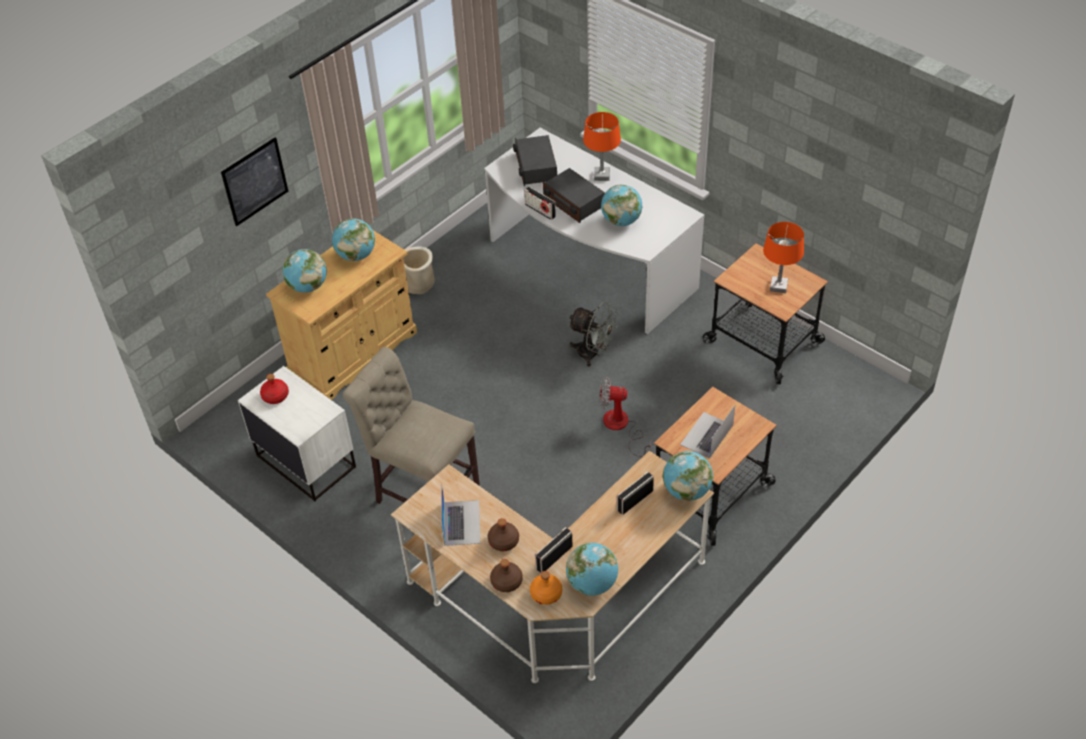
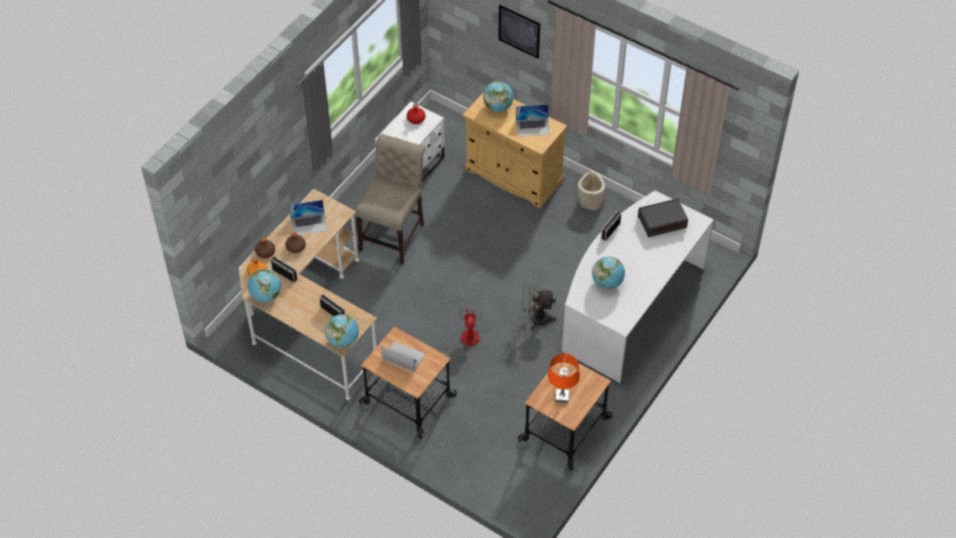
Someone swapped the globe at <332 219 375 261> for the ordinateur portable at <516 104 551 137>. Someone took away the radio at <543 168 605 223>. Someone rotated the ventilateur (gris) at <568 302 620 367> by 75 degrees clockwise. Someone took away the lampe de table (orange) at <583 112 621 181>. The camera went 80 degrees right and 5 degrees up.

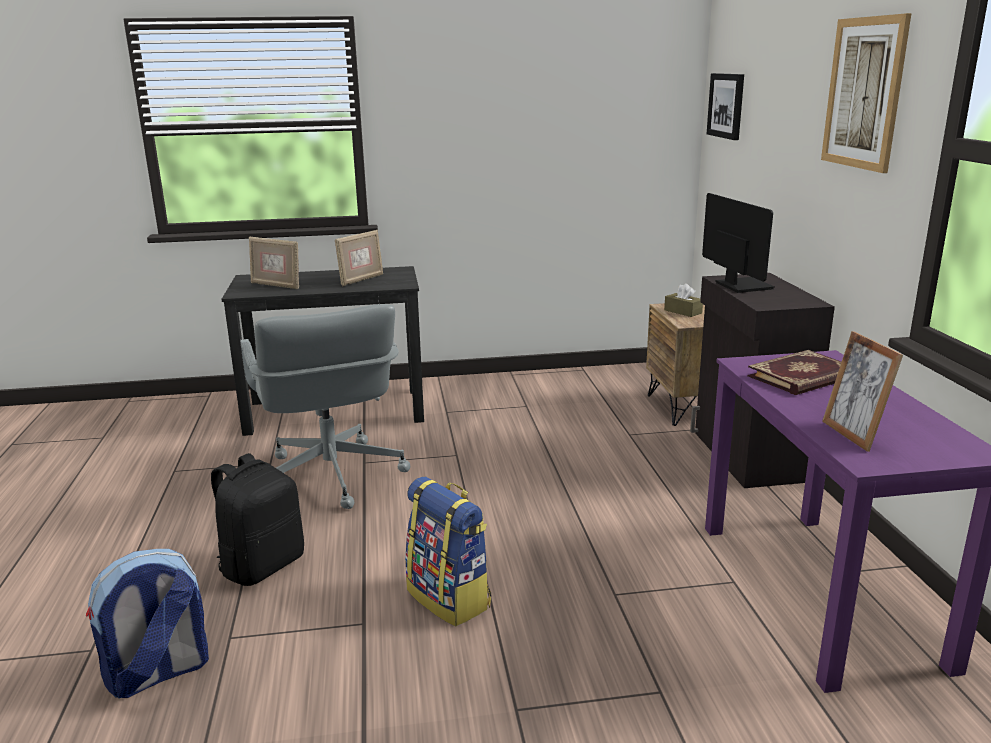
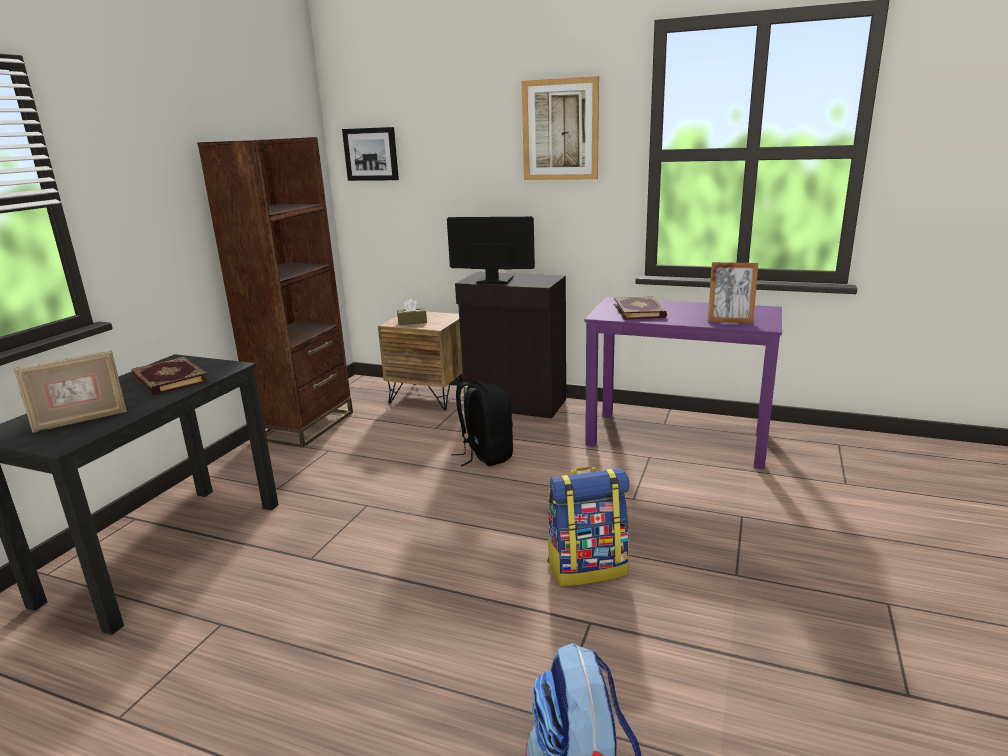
Someone carried the sac à dos (noir) from <211 453 304 586> to <451 381 513 466>. Someone took away the chaise de bureau (gris) at <240 304 410 509>. Someone swapped the cadre photo at <335 230 383 286> for the livre at <131 357 209 395>. Someone put down the bibliothèque (marron) at <197 137 353 448>. The camera went 60 degrees left and 0 degrees up.

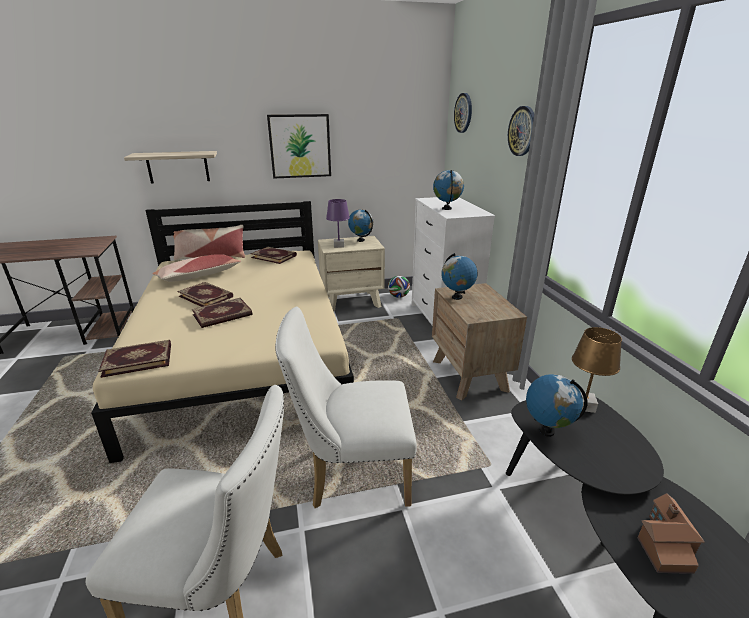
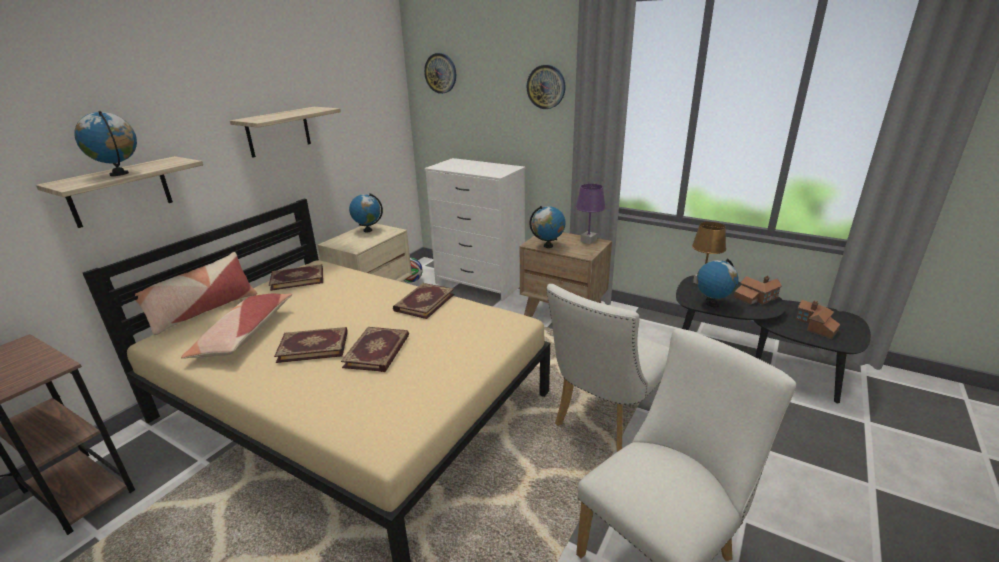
Someone carried the livre from <98 340 171 378> to <393 283 454 319>. Someone swapped the tableau at <267 114 331 179> for the étagère at <230 107 341 158>. Someone carried the lampe de table (violet) from <326 199 350 248> to <576 184 606 244>. Someone carried the globe from <433 170 464 210> to <74 111 137 176>. Someone put down the maison miniature at <734 276 782 305>. The camera went 45 degrees left and 0 degrees up.

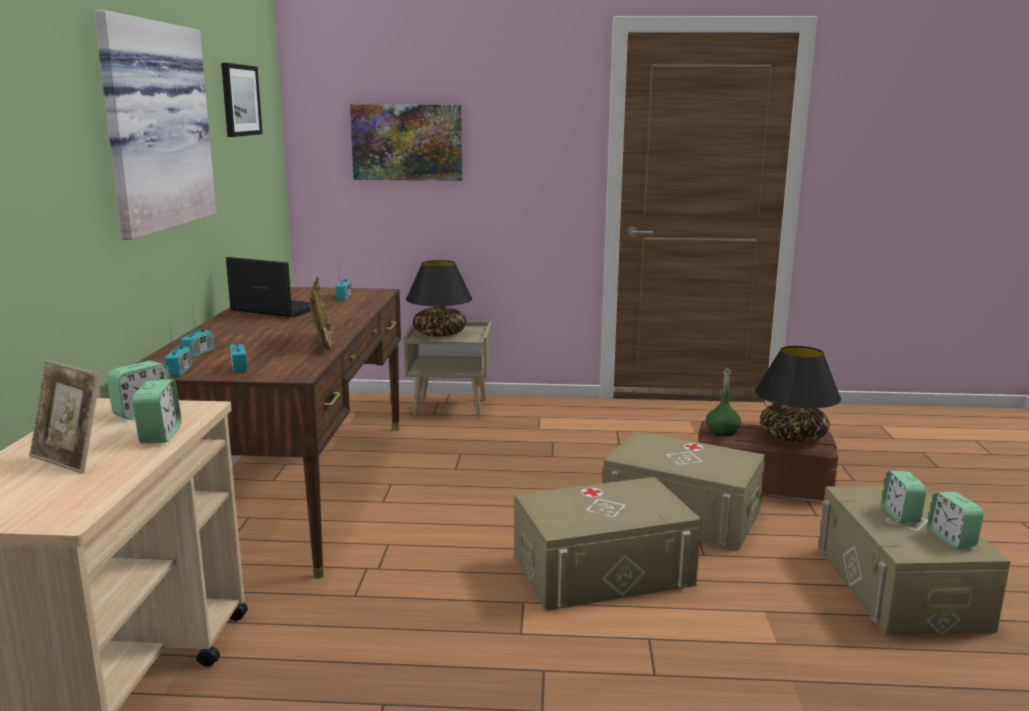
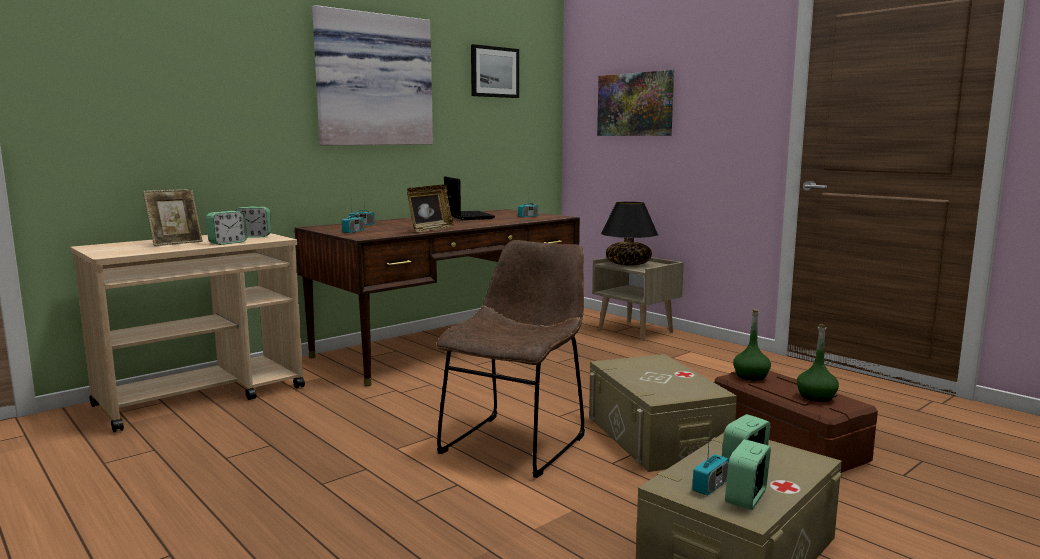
Someone rotated the cadre photo at <29 360 100 474> by 120 degrees counterclockwise. Someone carried the radio from <165 320 192 376> to <692 427 729 496>. Someone swapped the boîte de rangement (beige) at <514 477 701 611> for the chaise (marron) at <436 240 585 478>. Someone swapped the lampe de table (noir) at <755 346 841 442> for the bouteille (vert) at <797 324 839 402>. The camera went 45 degrees right and 5 degrees down.

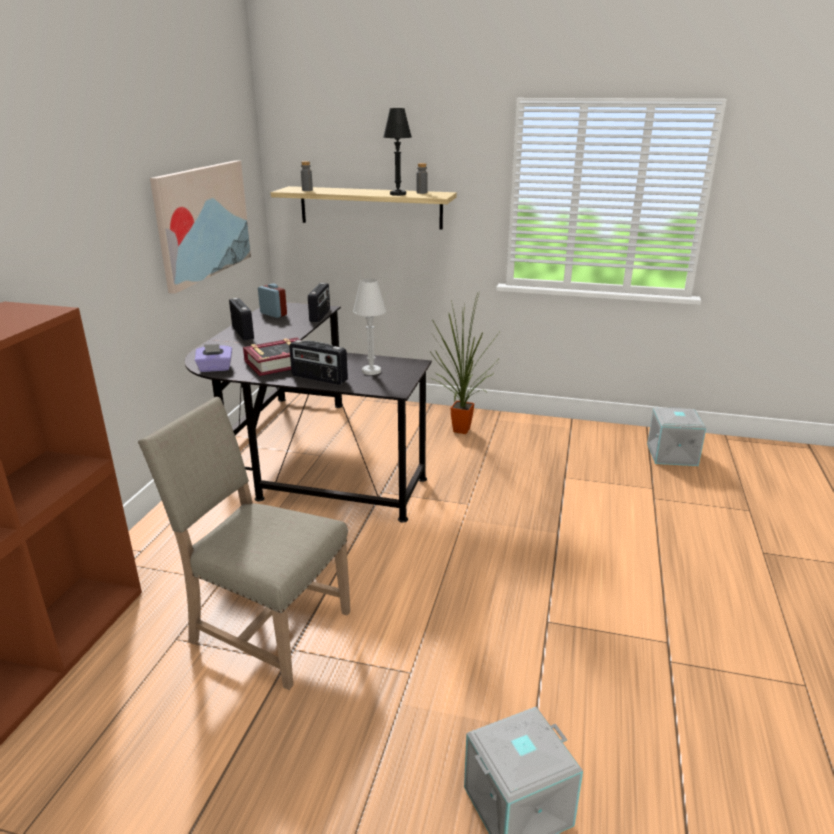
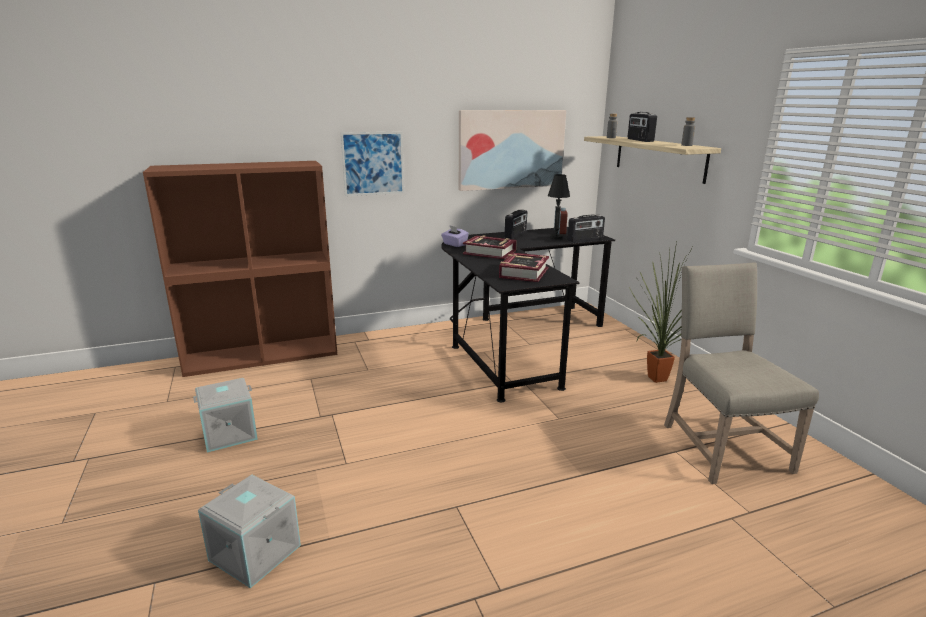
Someone carried the chaise (beige) from <138 397 351 690> to <664 262 819 484>. Someone carried the radio from <289 340 348 385> to <628 112 657 142>. Someone swapped the lampe de table (blanc) at <353 278 386 375> for the livre at <499 253 549 282>. Someone carried the lampe de table (noir) from <383 108 412 196> to <548 174 570 239>. Someone carried the boîte de rangement (gris) from <647 407 706 466> to <193 378 258 453>. Someone put up the tableau at <341 131 404 196>. The camera went 55 degrees right and 5 degrees down.

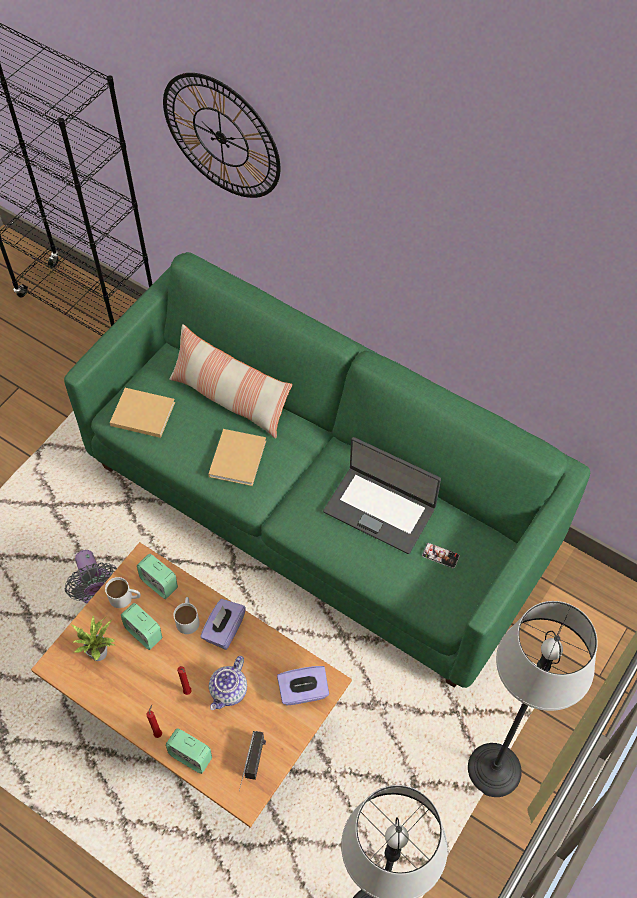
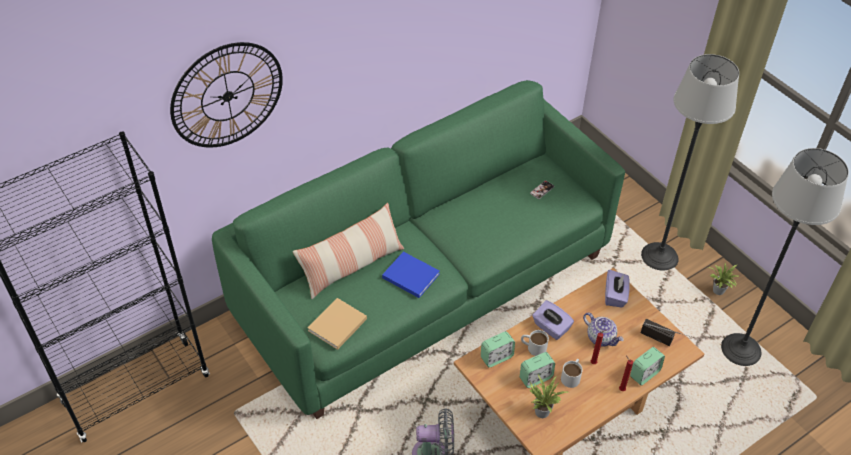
Someone carried the mug (blanc) from <105 577 141 608> to <561 359 583 388>. Someone repainted the livre (beige) at <209 429 266 486>, which became the livre (bleu) at <382 252 440 298>. Someone took away the ordinateur portable at <323 437 441 554>. Someone put down the plante en pot at <708 263 740 295>. The camera went 70 degrees left and 10 degrees down.

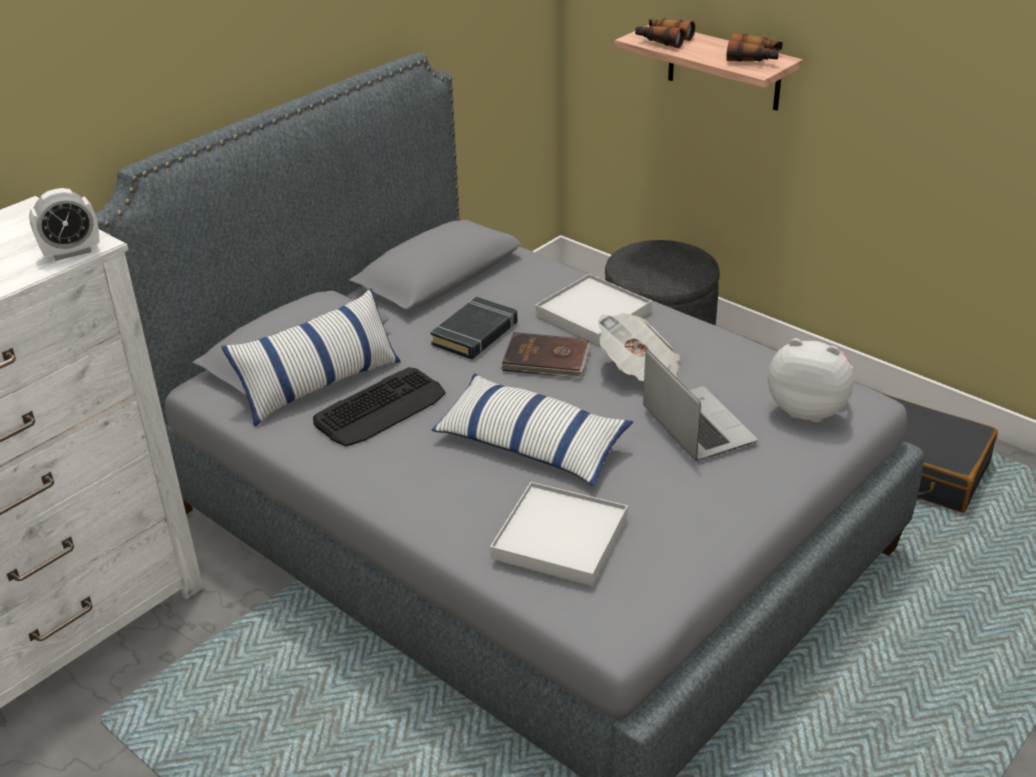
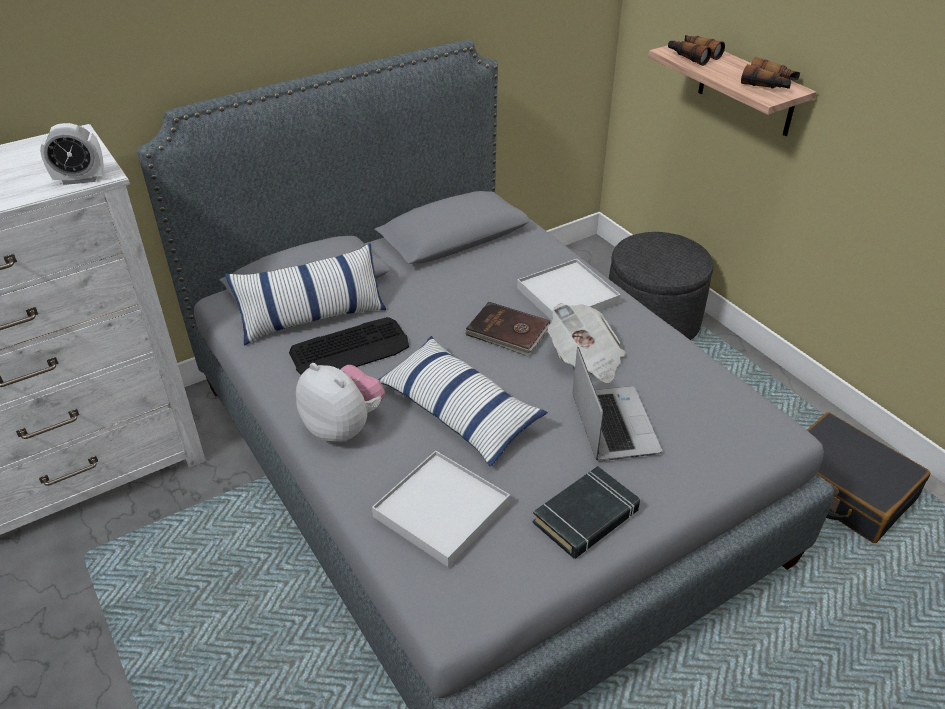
Someone carried the livre (noir) from <430 297 518 359> to <533 466 640 559>. Someone carried the peluche from <768 338 854 423> to <296 363 385 443>. The camera went 15 degrees right and 5 degrees up.

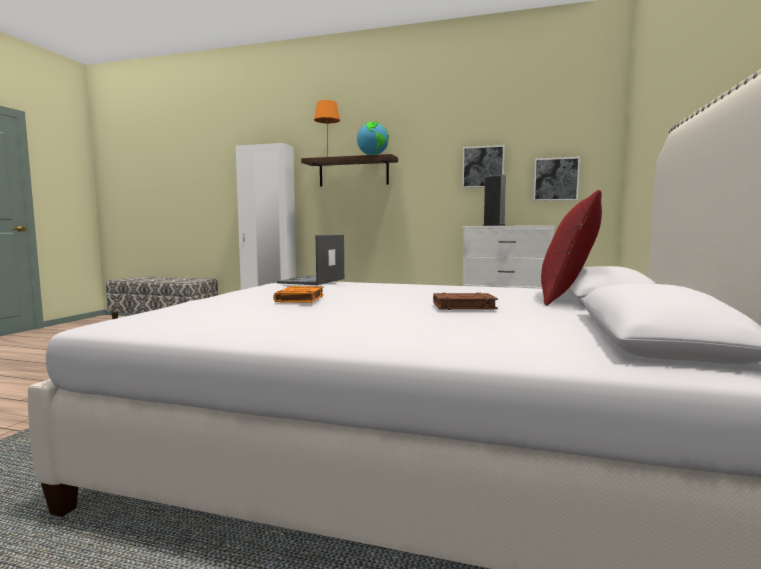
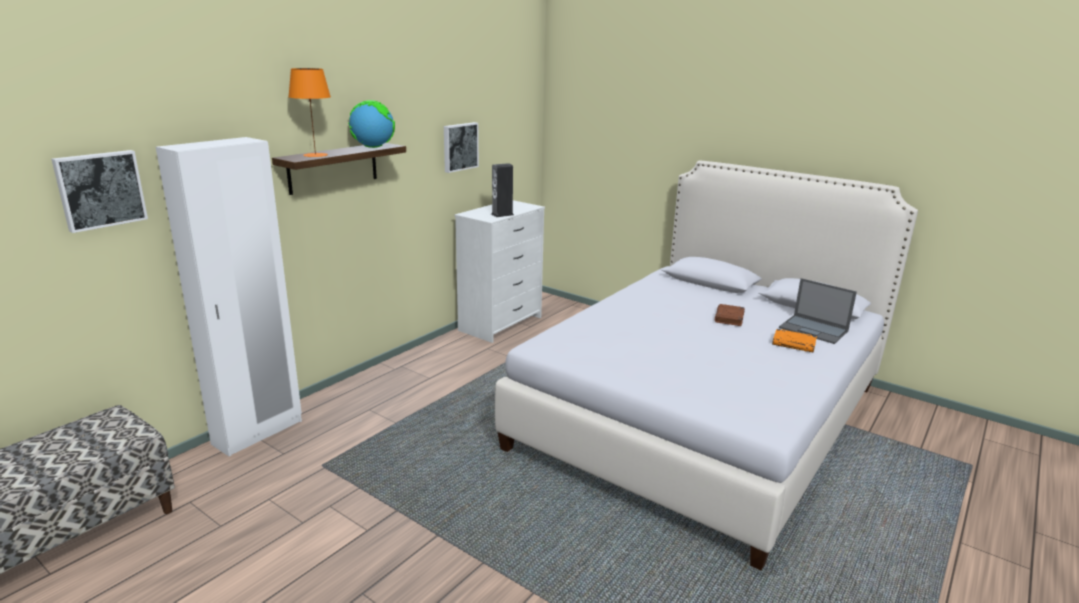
Someone carried the livre (orange) from <273 286 324 303> to <772 329 817 353>. Someone carried the ordinateur portable from <277 235 344 285> to <779 278 857 344>. Someone carried the tableau from <533 157 580 201> to <51 150 148 233>. Someone took away the coussin (rouge) at <541 190 602 305>. The camera went 70 degrees left and 15 degrees up.

